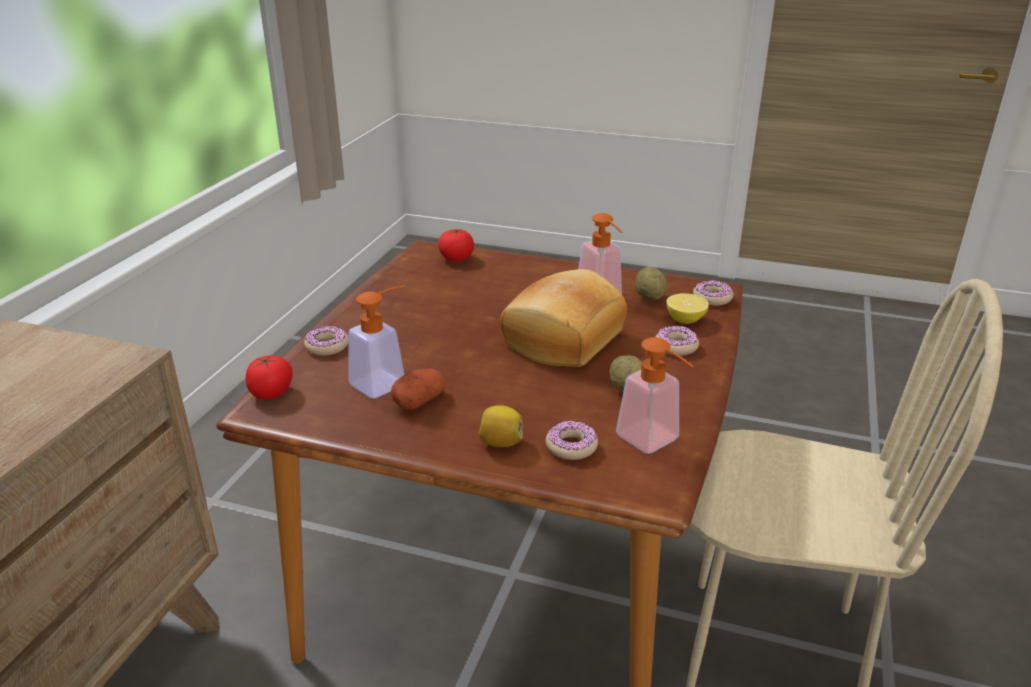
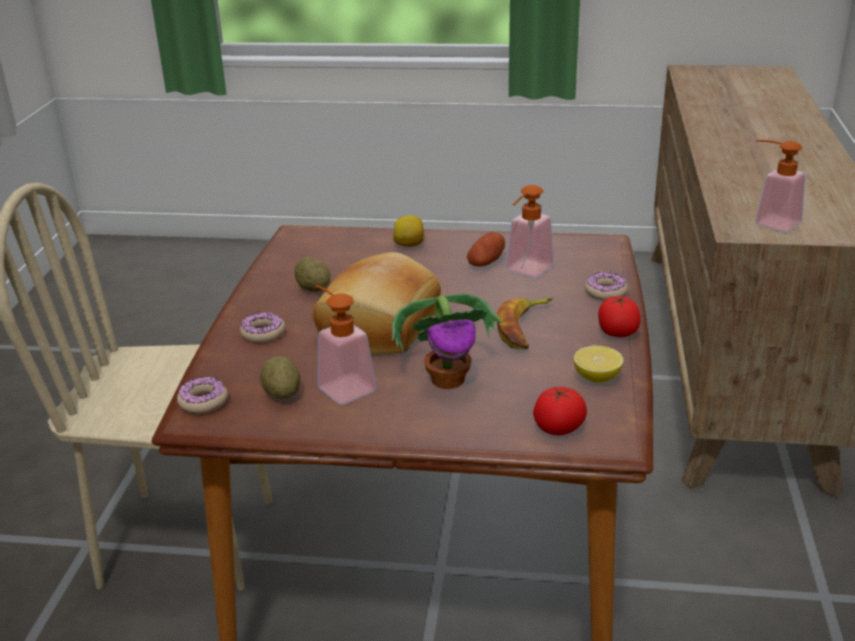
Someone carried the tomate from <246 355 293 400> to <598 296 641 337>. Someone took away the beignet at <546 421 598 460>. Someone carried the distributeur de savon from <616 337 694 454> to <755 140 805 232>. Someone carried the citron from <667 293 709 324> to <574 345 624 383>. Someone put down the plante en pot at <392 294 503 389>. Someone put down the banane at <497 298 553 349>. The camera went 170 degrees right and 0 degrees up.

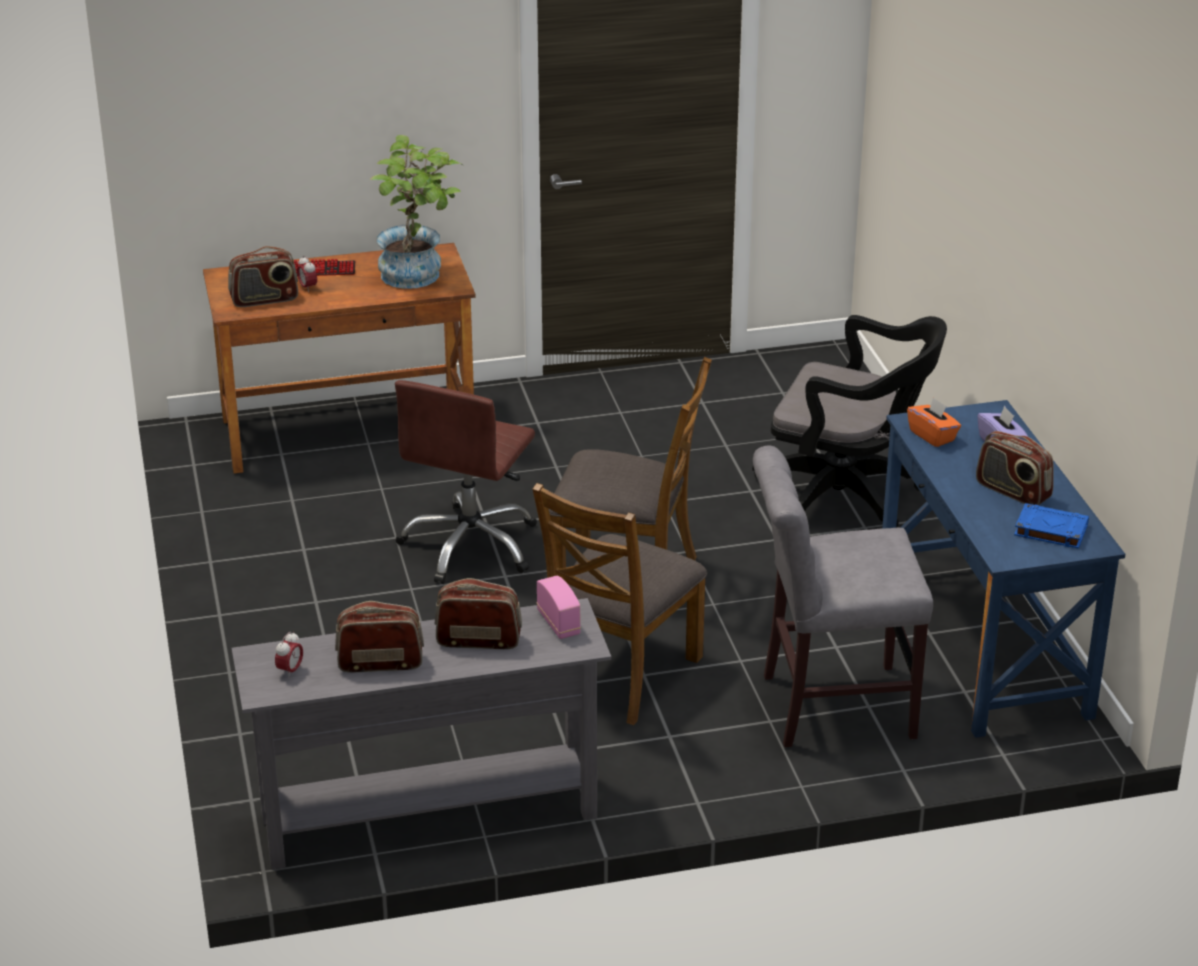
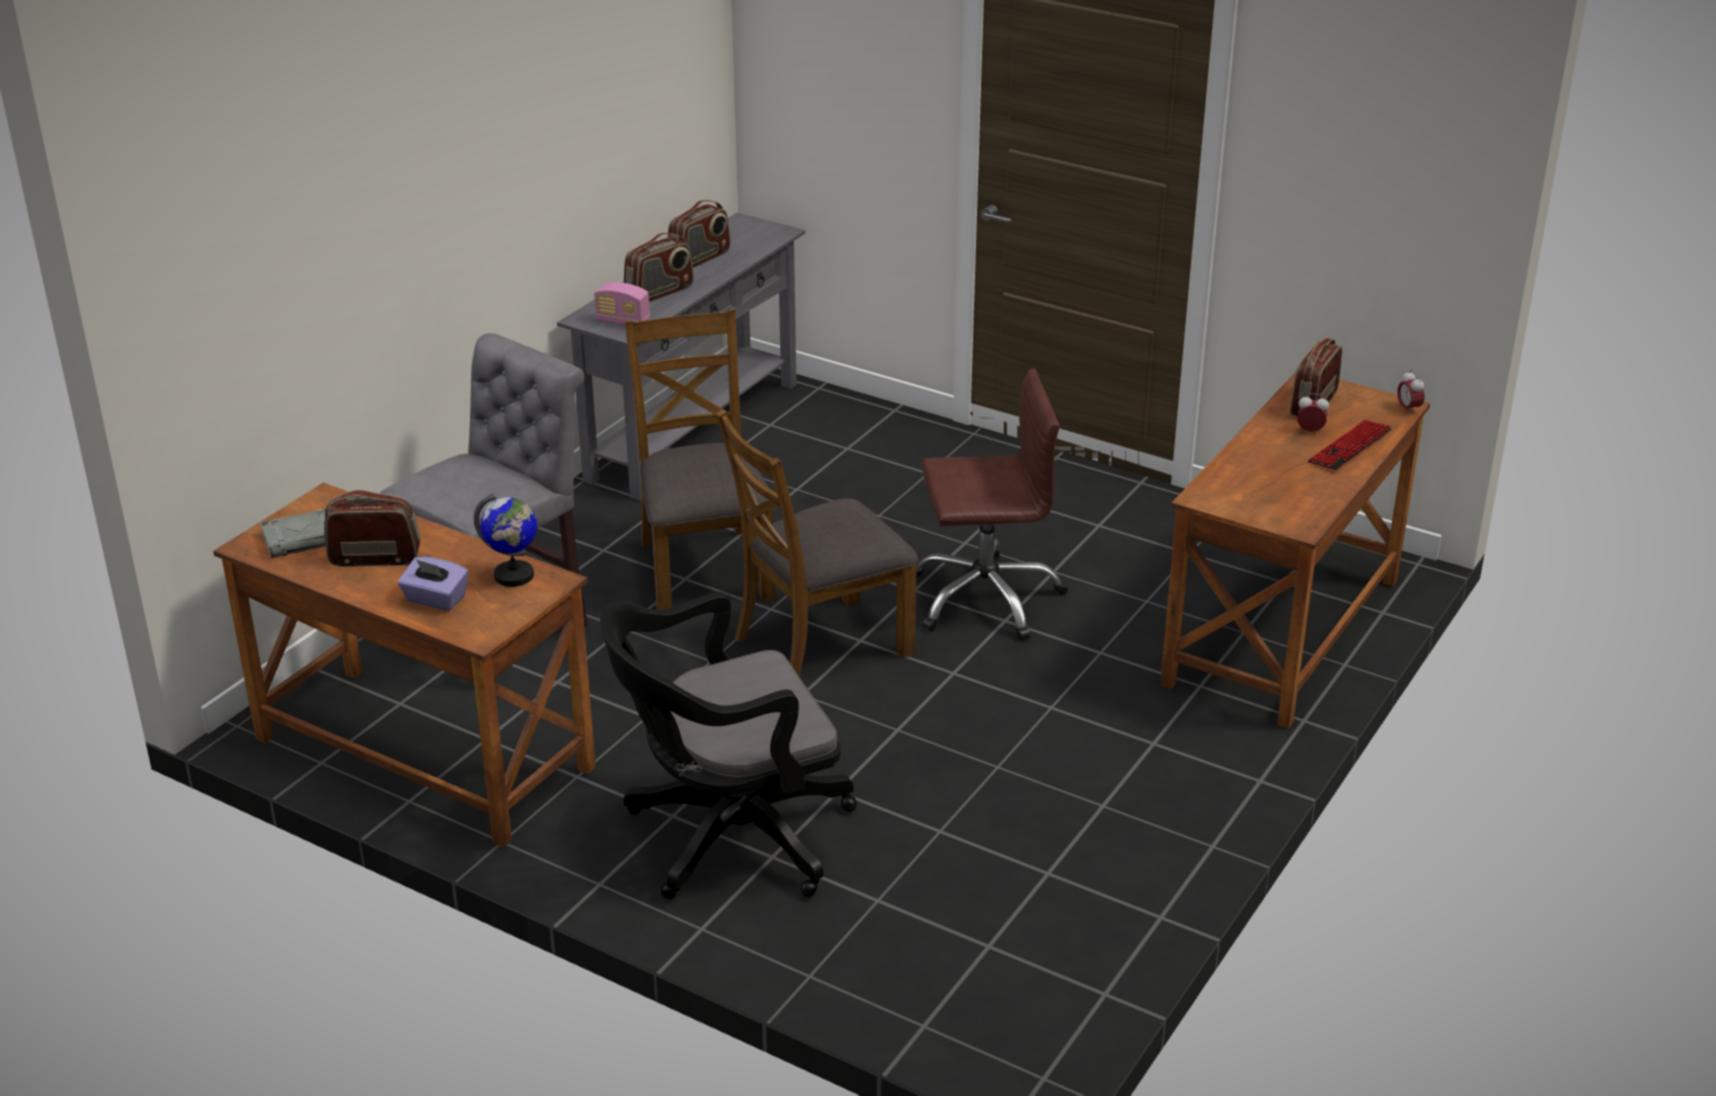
Someone carried the réveil from <275 632 303 679> to <1397 370 1425 415>. Someone took away the plante en pot at <370 135 463 289>. Someone rotated the chaise de bureau (marron) at <395 380 537 584> by 105 degrees clockwise. Someone repainted the bureau (bleu) at <882 400 1125 738>, which became the bureau (marron) at <213 483 596 848>. Someone swapped the boîte à mouchoirs (orange) at <907 397 961 447> for the globe at <474 493 537 587>. Someone repainted the livre (bleu) at <1014 503 1089 549>, which became the livre (gris) at <260 508 330 558>. The camera went 135 degrees right and 0 degrees up.

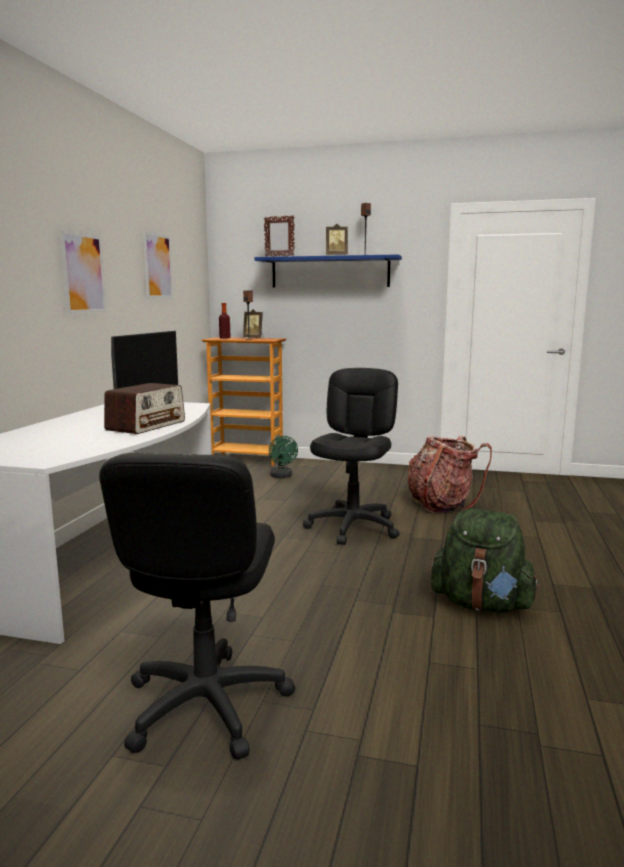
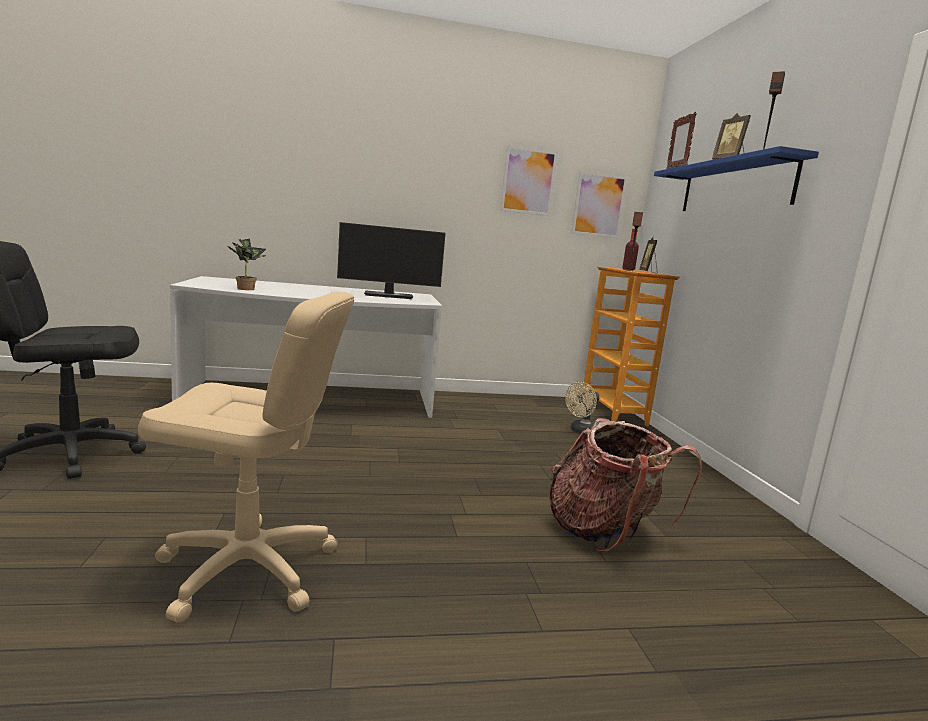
Someone carried the tableau from <60 230 106 314> to <571 171 628 238>. Someone took away the radio at <104 383 185 434>. Someone repainted the ventilateur (vert) at <269 436 298 478>, which became the ventilateur (beige) at <565 381 600 434>. Someone took away the chaise de bureau (noir) at <303 368 400 545>. Someone swapped the sac à dos (vert) at <431 509 540 613> for the chaise de bureau (beige) at <138 292 354 623>. Someone put down the plante en pot at <228 239 266 290>. The camera went 65 degrees right and 0 degrees up.

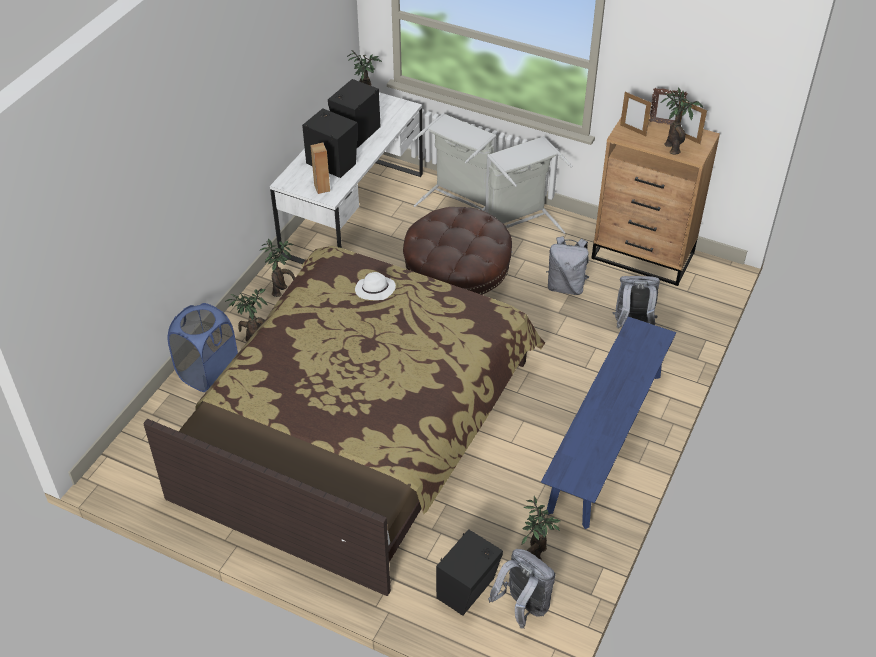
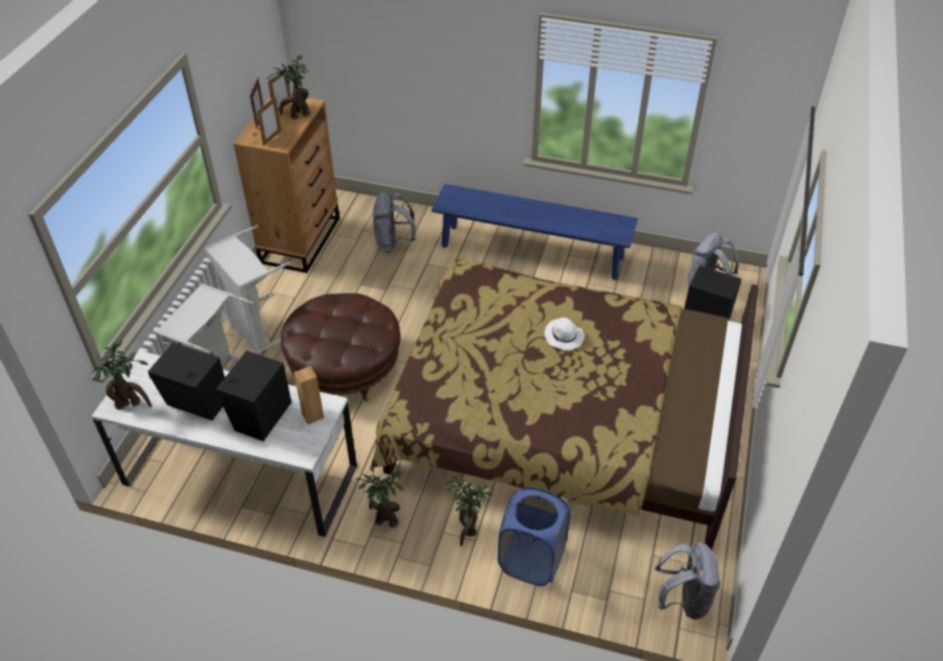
Someone carried the chapeau (blanc) from <355 272 396 300> to <545 318 585 350>. Someone took away the plante en pot at <522 496 561 560>. Someone carried the sac à dos (gris) from <546 236 589 295> to <655 542 720 619>. The camera went 100 degrees left and 0 degrees up.

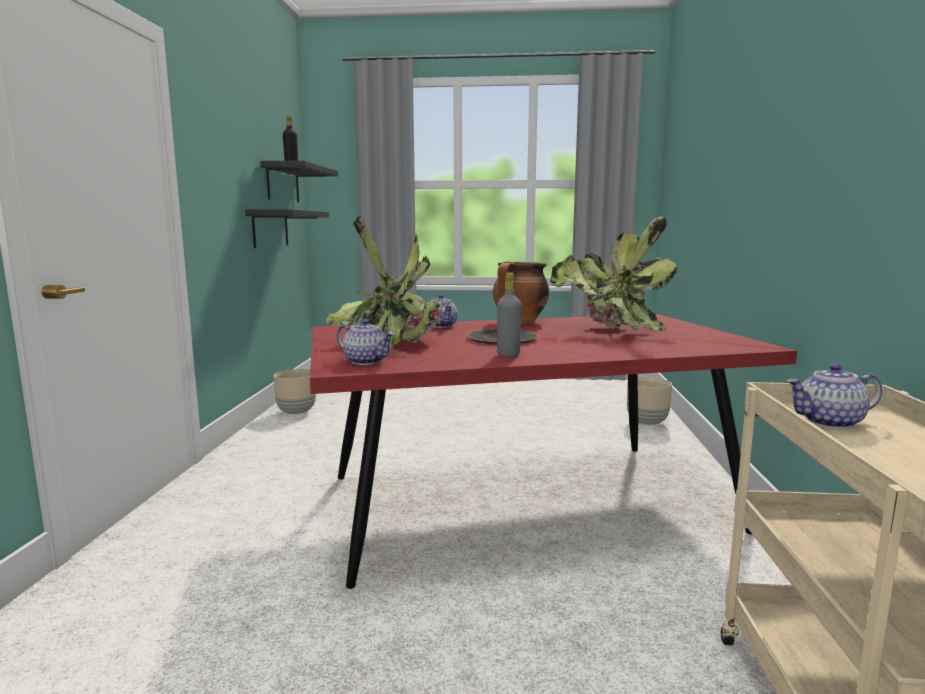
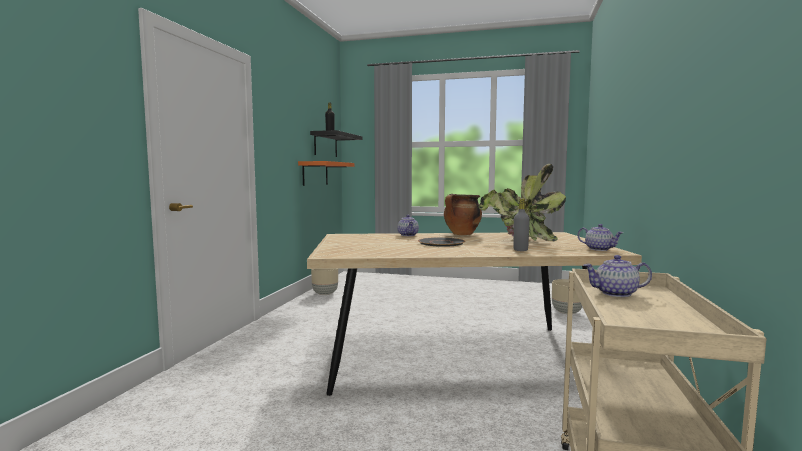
Someone repainted the étagère (noir) at <245 209 329 248>, which became the étagère (orange) at <298 161 354 186>. Someone repainted the table à manger (rouge) at <310 314 797 589>, which became the table à manger (beige) at <307 232 642 396>. Someone took away the plante en pot at <327 216 441 348>. Someone carried the théière from <337 319 394 365> to <577 224 623 251>. Someone carried the bouteille (gris) from <497 273 522 357> to <513 198 530 251>. The camera went 10 degrees right and 5 degrees down.

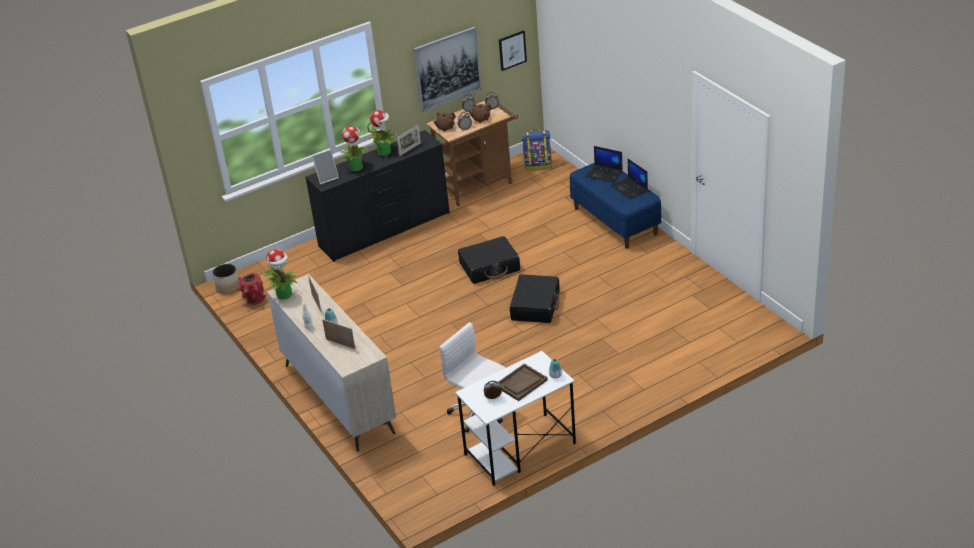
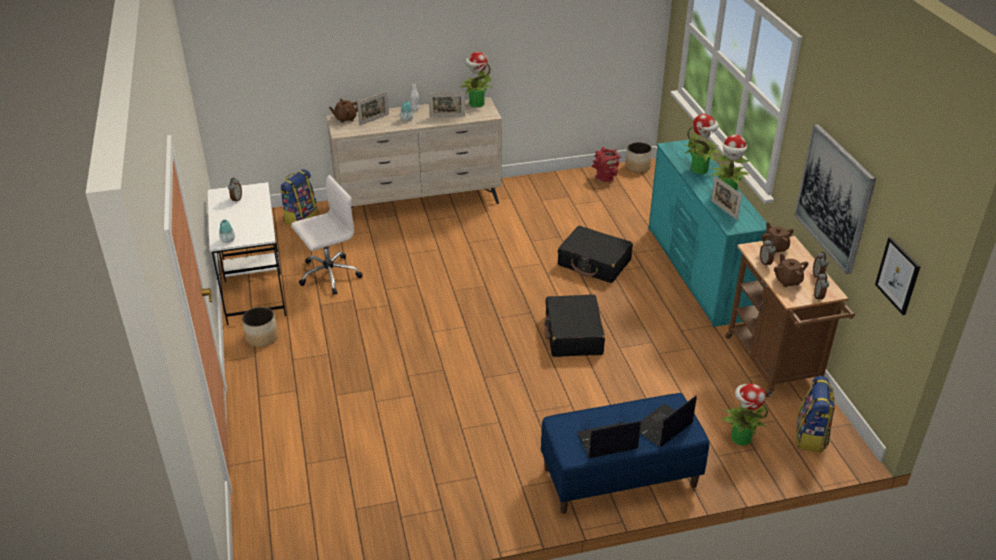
Someone repainted the commode (noir) at <305 130 450 262>, which became the commode (turquoise) at <648 139 767 327>. Someone took away the cadre photo at <312 149 339 184>. Someone took away the plateau (marron) at <499 363 548 401>. Someone carried the valise (noir) from <510 274 560 323> to <558 226 633 283>. Someone put down the cache-pot at <242 307 278 347>. Someone put down the sac à dos at <280 169 318 225>. Someone put down the théière (marron) at <329 98 358 123>. Someone put down the plante en pot at <720 384 768 446>. The camera went 105 degrees right and 0 degrees up.

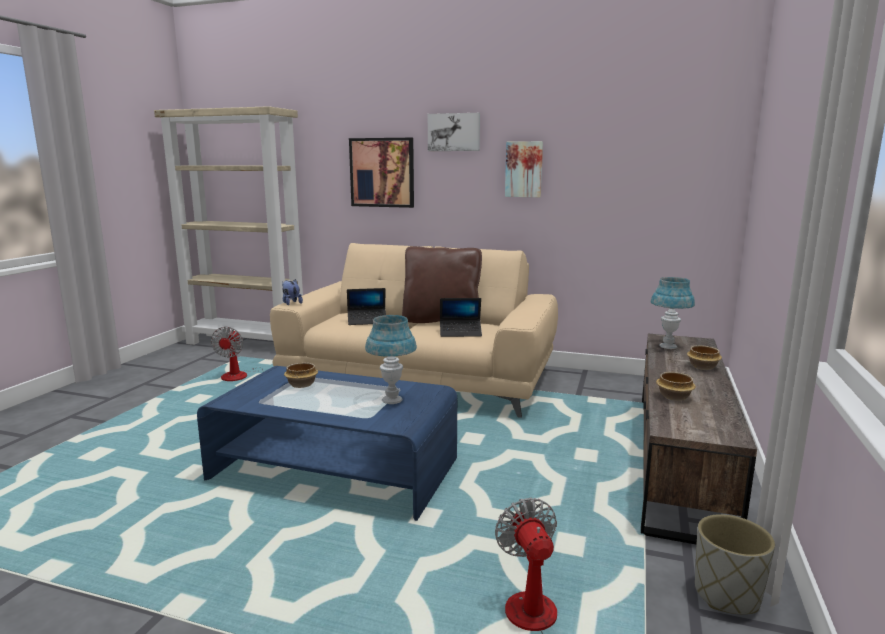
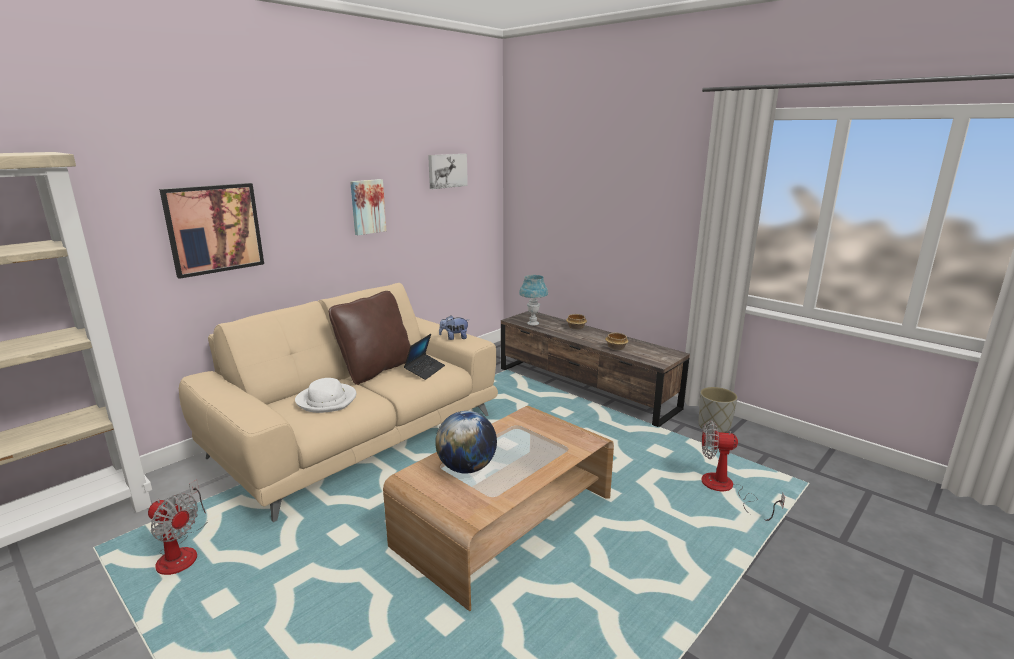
Someone repainted the table basse (bleu) at <197 366 457 521>, which became the table basse (marron) at <383 406 614 611>. Someone carried the peluche from <282 279 303 305> to <439 315 469 340>. Someone swapped the bol at <284 363 318 388> for the globe at <435 411 497 474>. Someone swapped the ordinateur portable at <347 288 386 325> for the chapeau (blanc) at <295 378 356 413>. Someone took away the lampe de table (bleu) at <365 315 417 404>. Someone carried the tableau from <428 113 480 151> to <428 154 468 189>. The camera went 65 degrees left and 5 degrees up.

